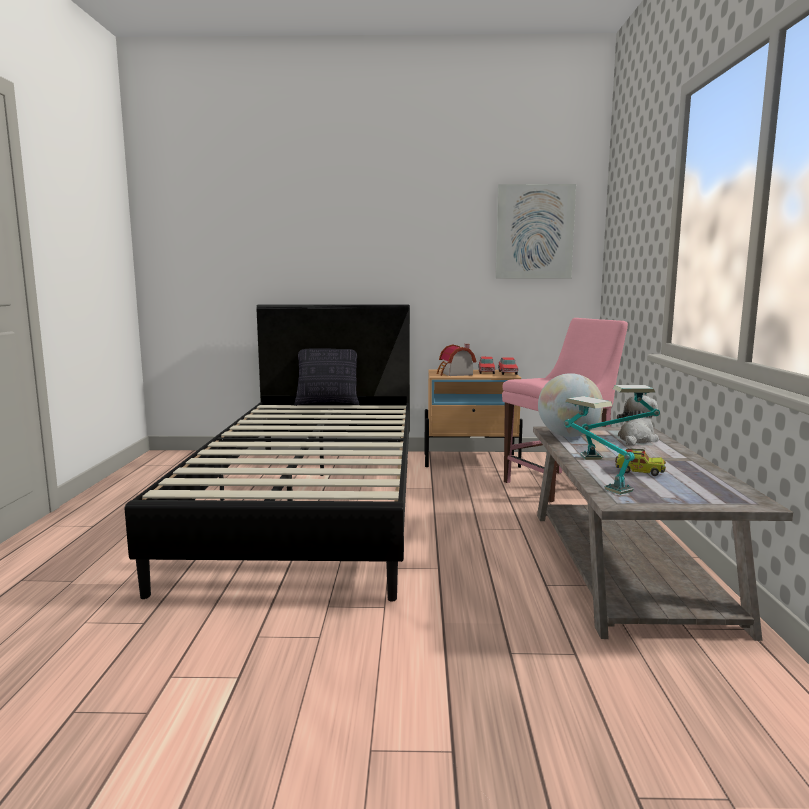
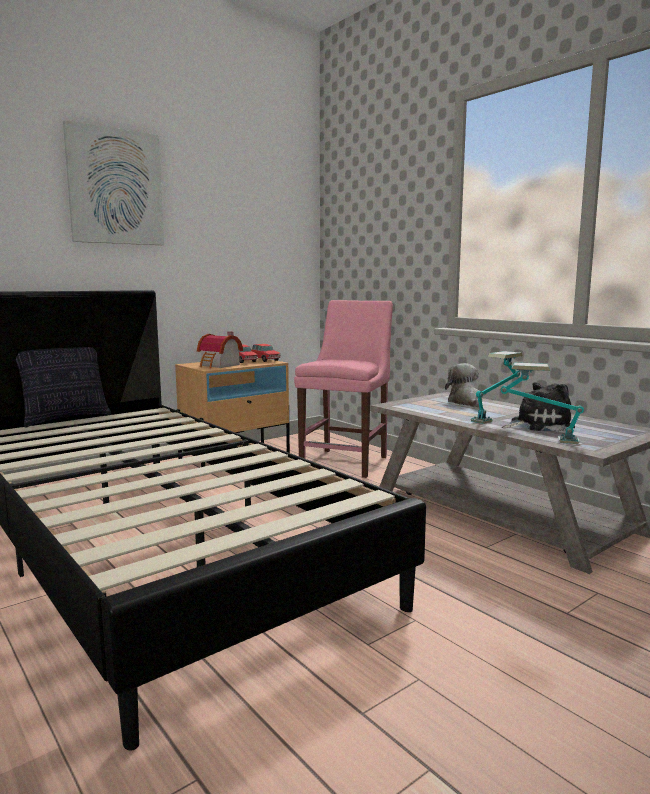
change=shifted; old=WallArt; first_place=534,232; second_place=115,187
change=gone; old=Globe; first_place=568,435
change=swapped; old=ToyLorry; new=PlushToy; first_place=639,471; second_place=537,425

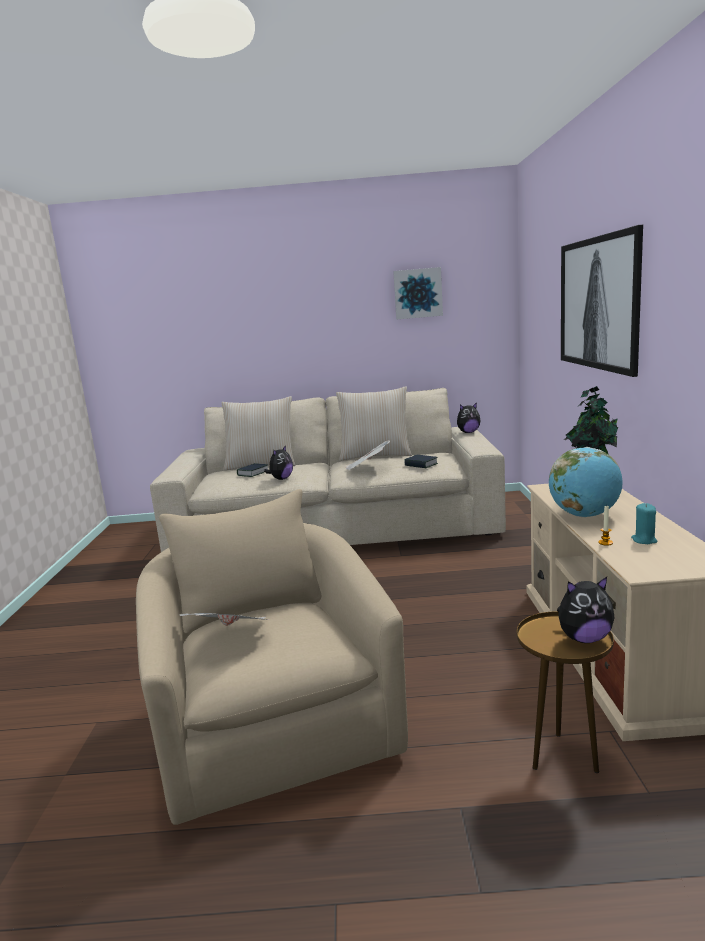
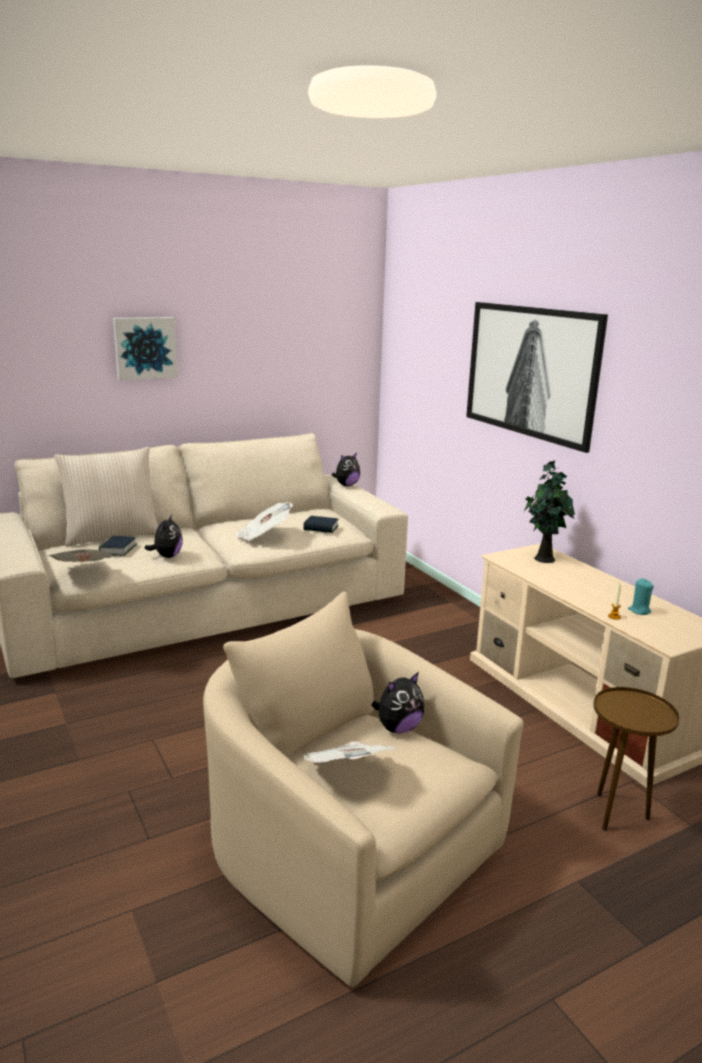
change=gone; old=BeigePillow; first_place=375,455
change=shifted; old=WallArt; first_place=417,293; second_place=145,348
change=gone; old=Globe; first_place=584,515
change=shifted; old=PlushToy; first_place=584,638; second_place=398,728
change=new; new=DailyPaper; second_place=84,572

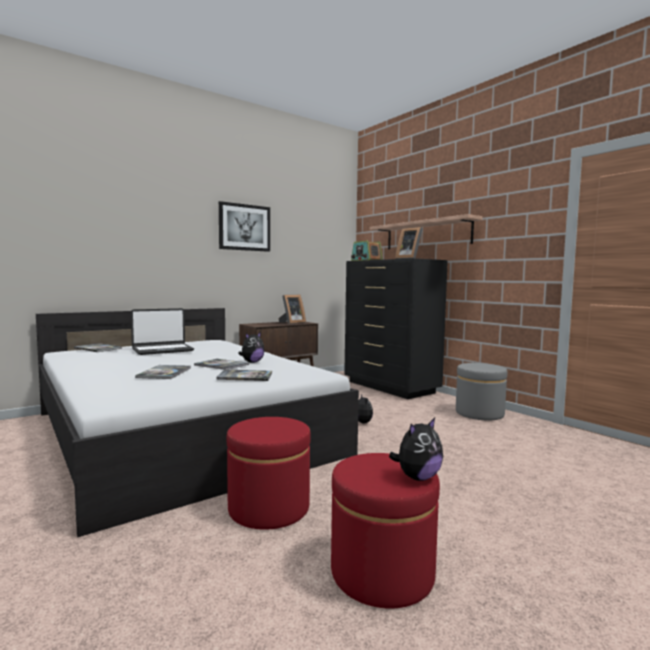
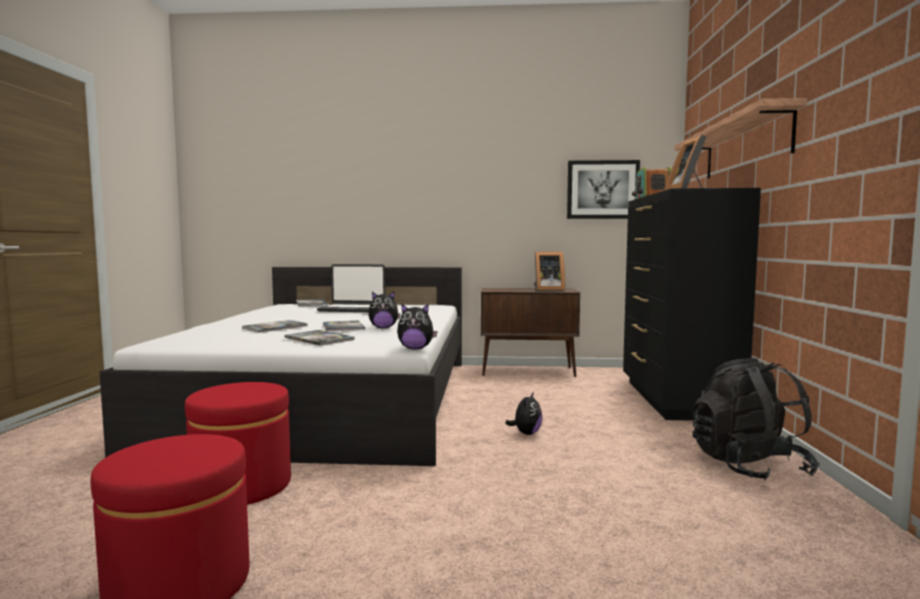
change=shifted; old=WallArt; first_place=244,227; second_place=602,190
change=shifted; old=PlushToy; first_place=417,477; second_place=415,349
change=swapped; old=GreyishFootrest; new=BlackKnapsack; first_place=479,413; second_place=748,466

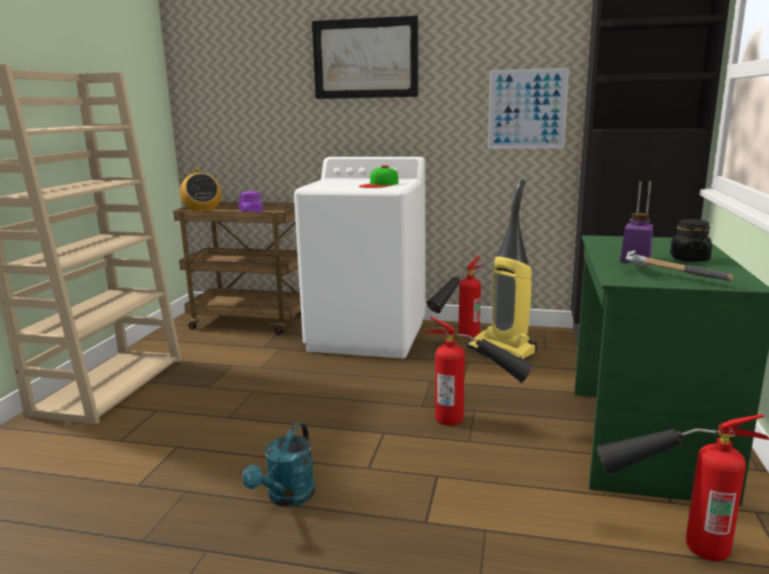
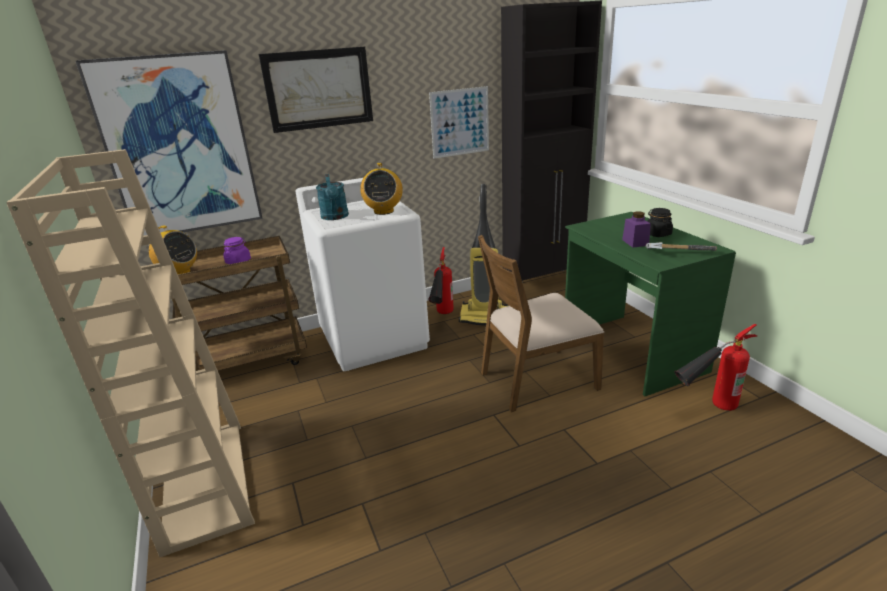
change=shifted; old=TurquoiseColouredSprinklingCan; first_place=287,497; second_place=335,217
change=swapped; old=BaseballCap; new=RadioReceiver; first_place=379,185; second_place=383,211
change=swapped; old=FireExtinguisher; new=BrownPlainChair; first_place=476,422; second_place=536,379
change=new; new=WallArt; second_place=179,146

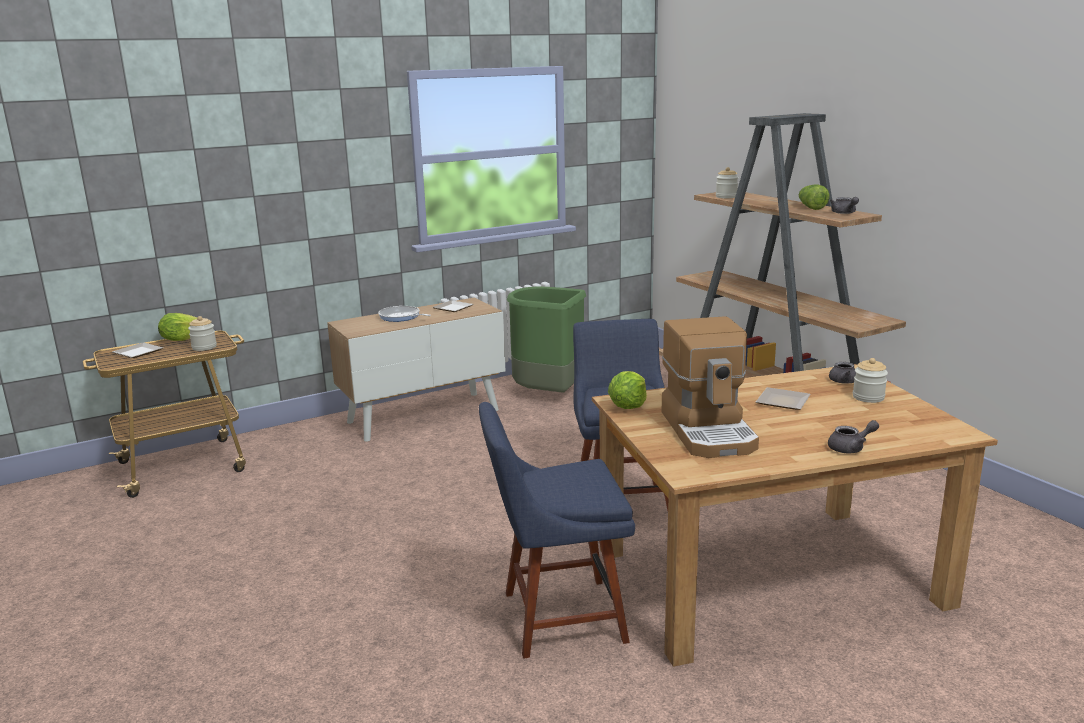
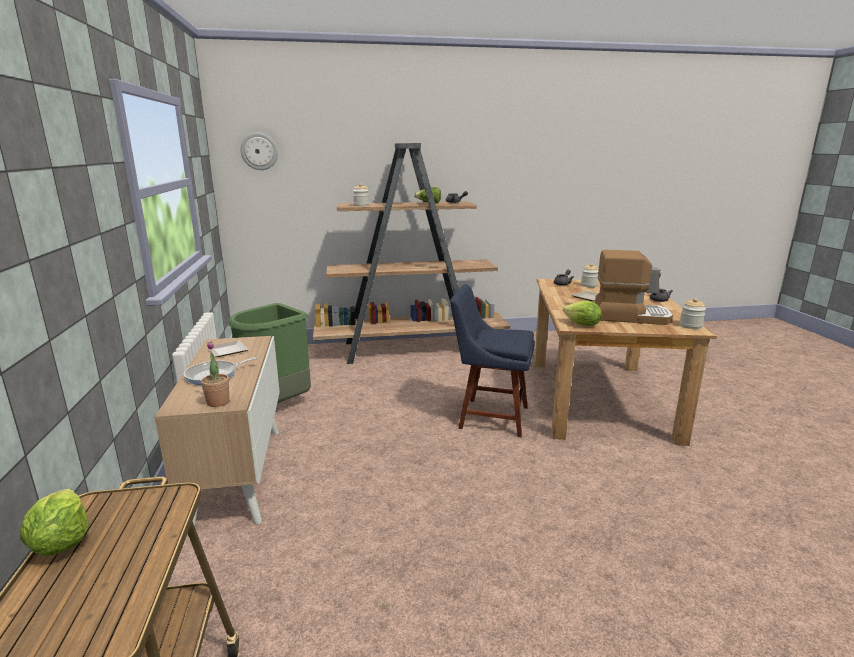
change=gone; old=DinnerPlate; first_place=137,353
change=shifted; old=Jar; first_place=204,347; second_place=690,326
change=gone; old=BluePlainChair; first_place=556,618
change=new; new=PottedPlant; second_place=218,402
change=new; new=WallClock; second_place=259,151

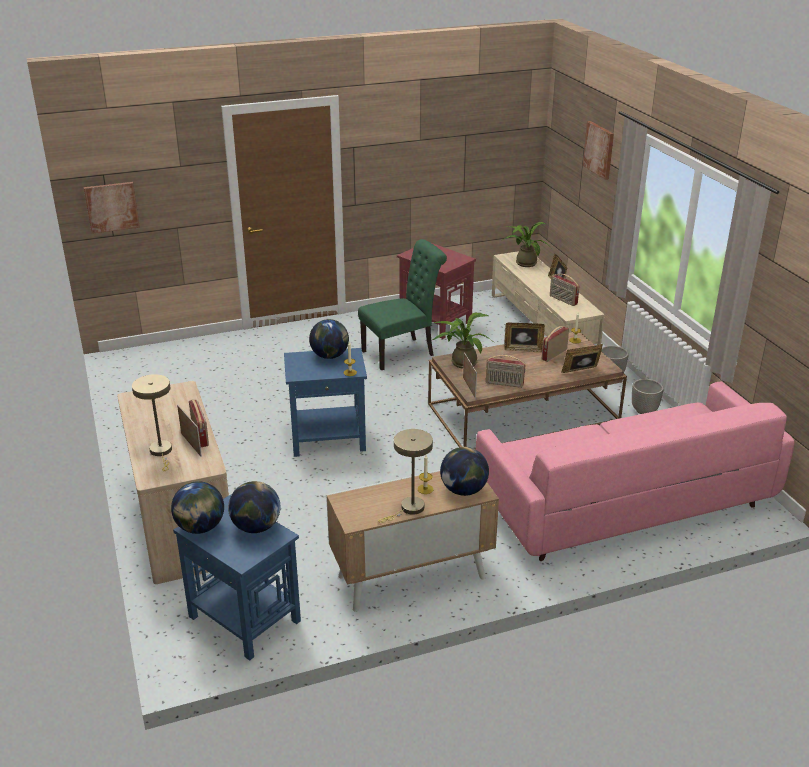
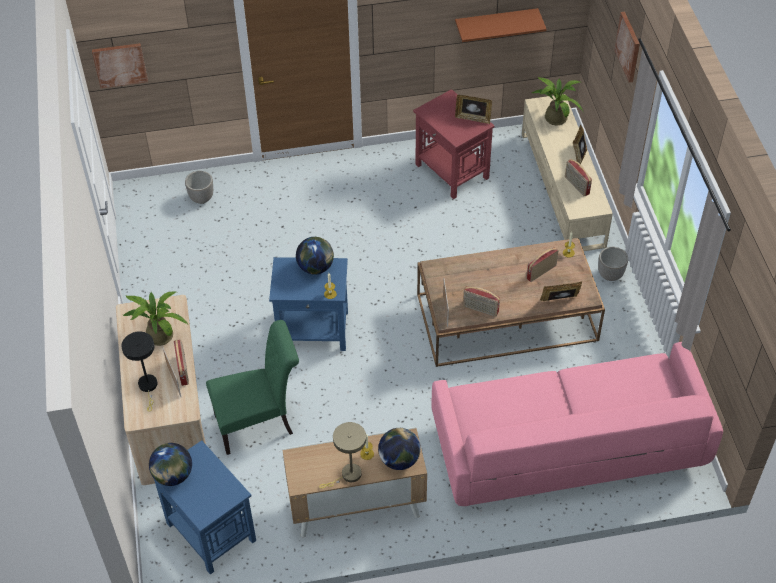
change=repainted; old=BeigeLampForATable; new=BlackLampForATable; first_place=162,452; second_place=148,387
change=gone; old=Globe; first_place=256,527
change=shifted; old=GreenishPlainChair; first_place=402,352; second_place=259,423
change=shifted; old=PottedPlant; first_place=461,362; second_place=158,334
change=shifted; old=PhotoFrame; first_place=523,349; second_place=473,118
change=shifted; old=FlowerPot; first_place=644,411; second_place=201,199
change=new; new=BrownBracketShelf; second_place=496,24

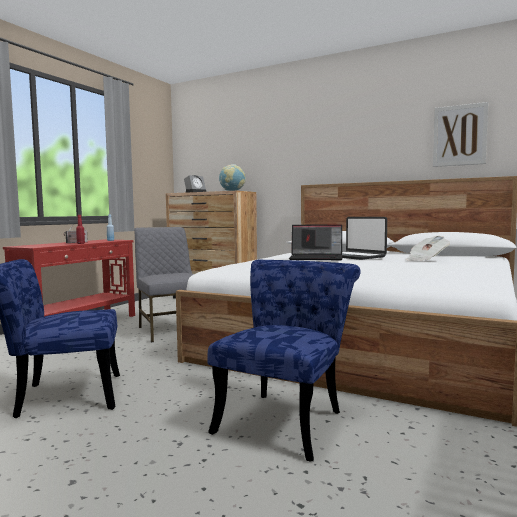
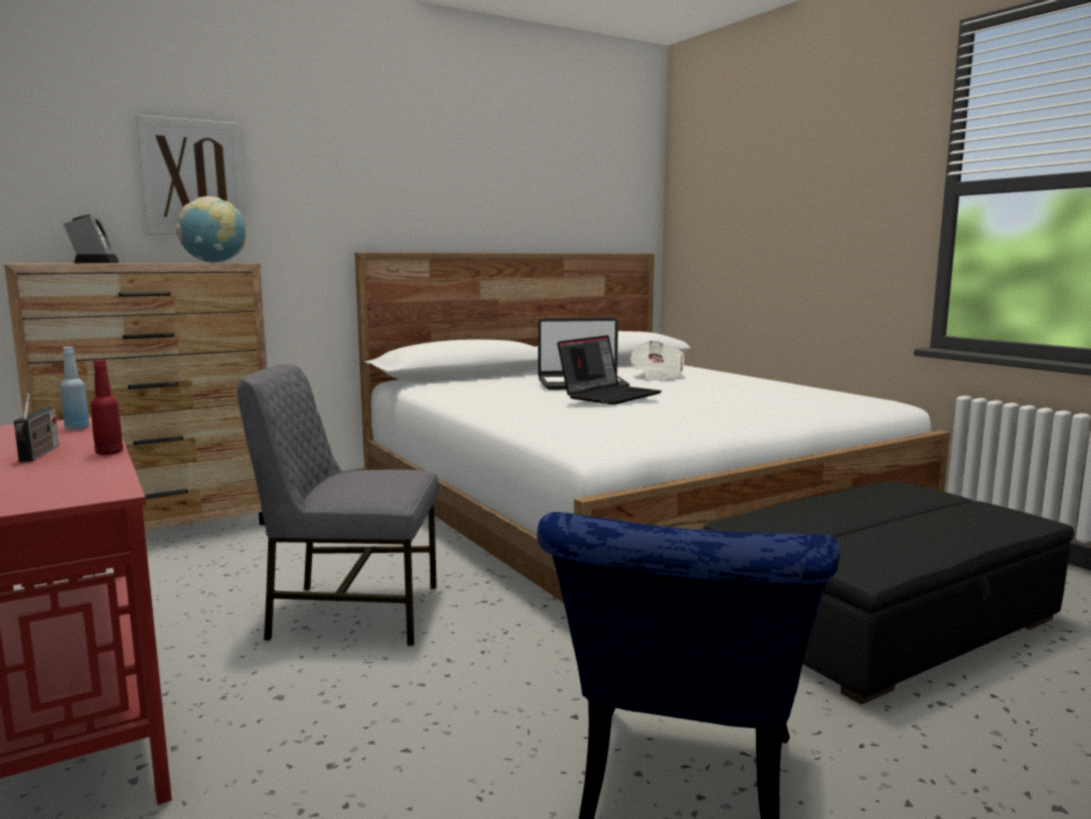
change=swapped; old=BluePlainChair; new=BlackFootrest; first_place=286,419; second_place=881,621
change=shifted; old=WallArt; first_place=459,135; second_place=193,178

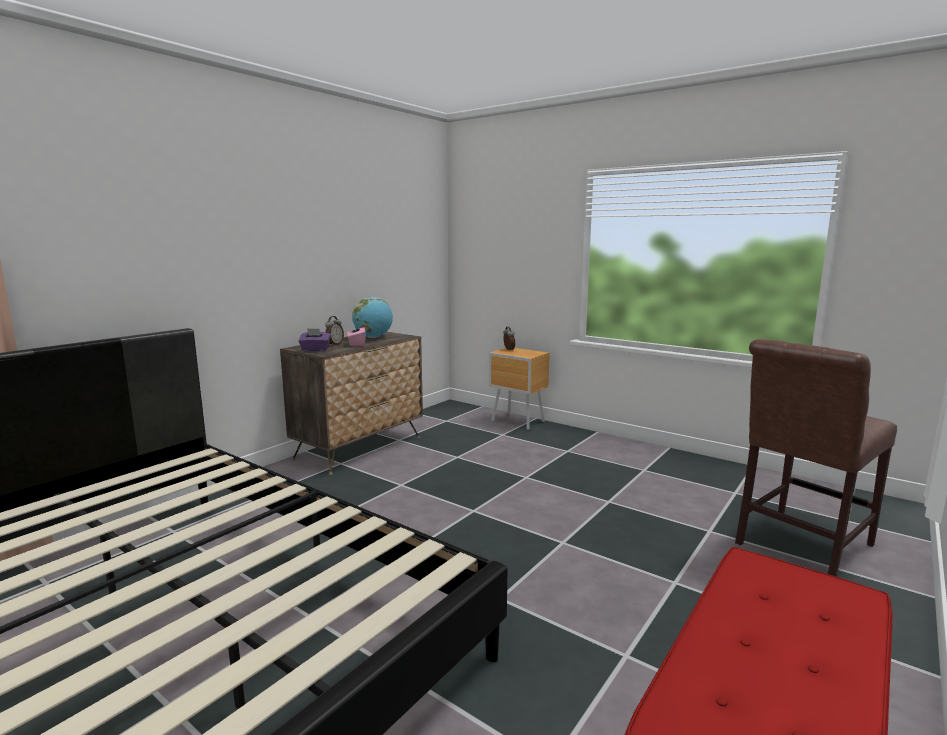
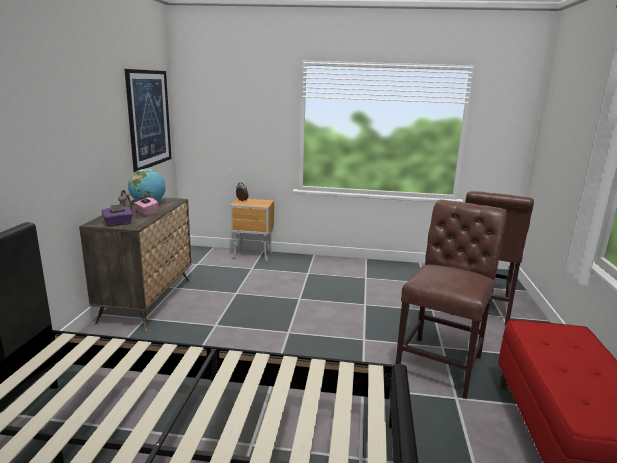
change=new; new=WallArt; second_place=149,118
change=new; new=BrownPlainChair; second_place=441,362

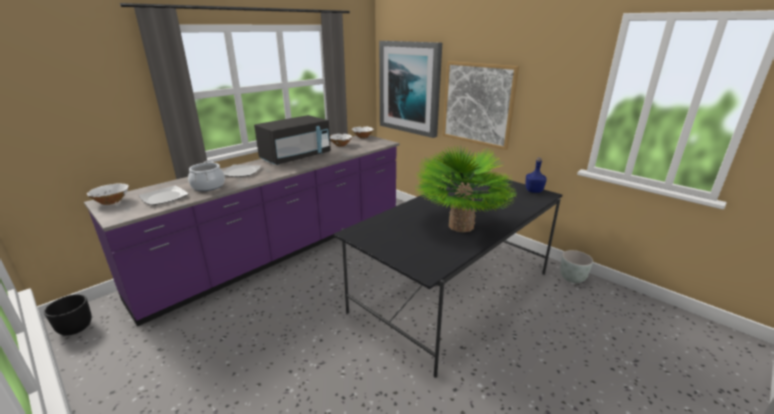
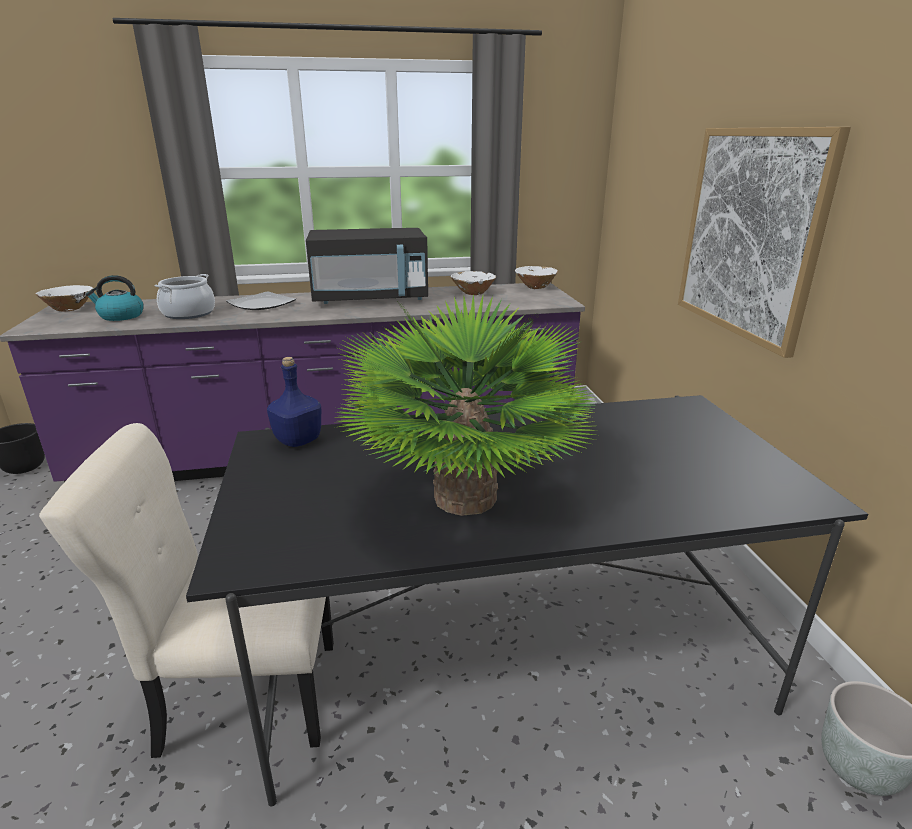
change=swapped; old=DinnerPlate; new=WaterKettle; first_place=165,197; second_place=120,316
change=gone; old=WallArt; first_place=410,88
change=shifted; old=BlueBottle; first_place=533,190; second_place=299,440
change=new; new=BeigePlainChair; second_place=242,696

